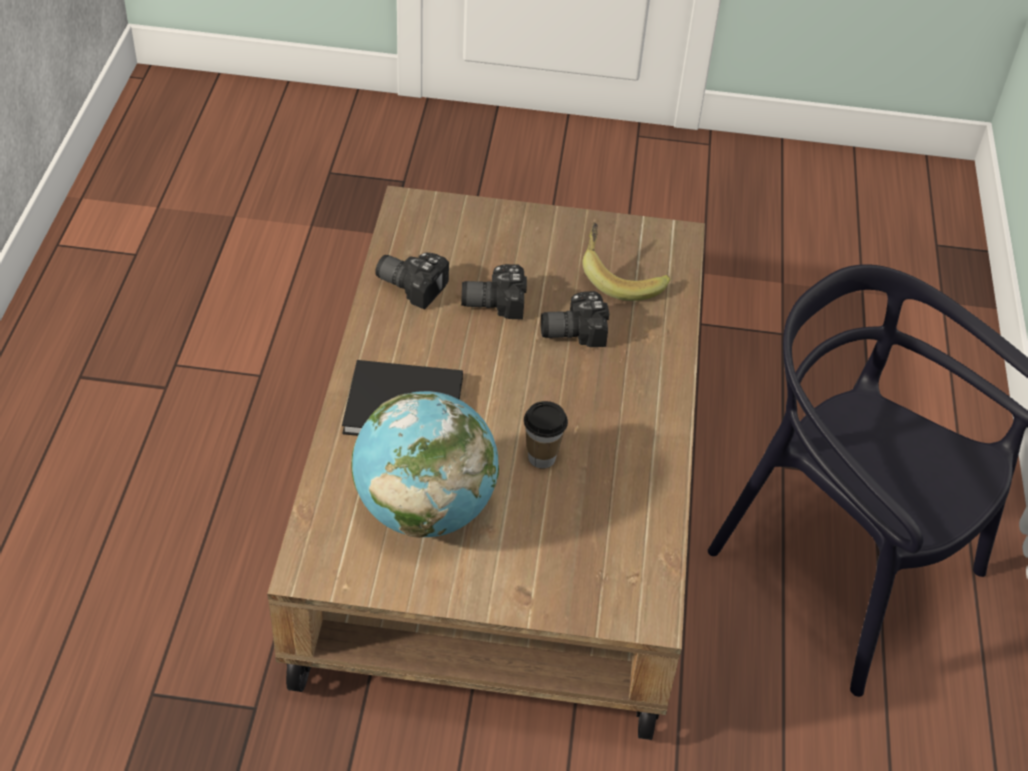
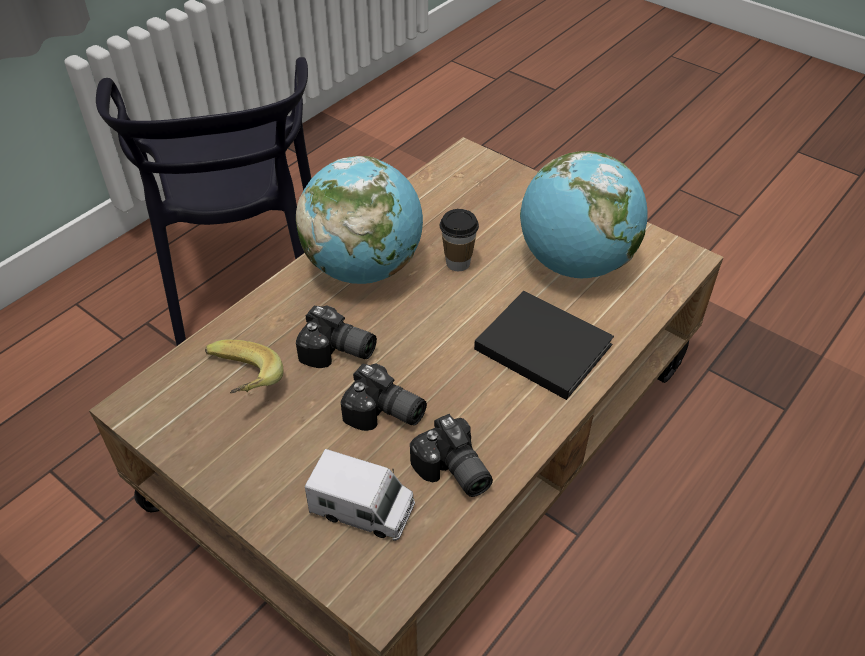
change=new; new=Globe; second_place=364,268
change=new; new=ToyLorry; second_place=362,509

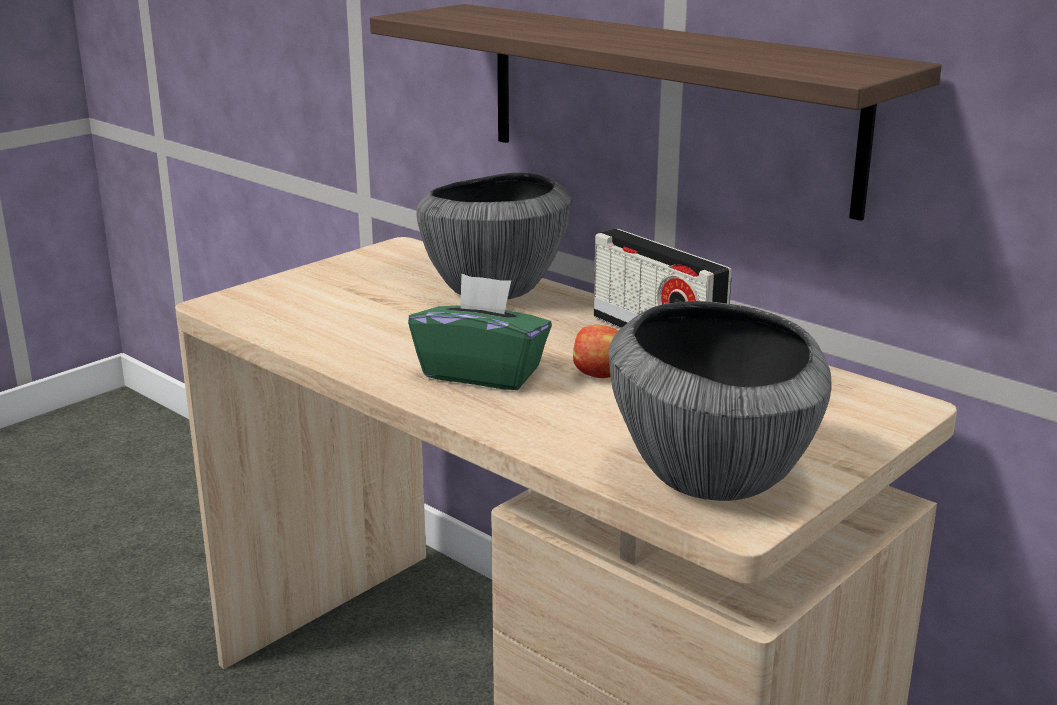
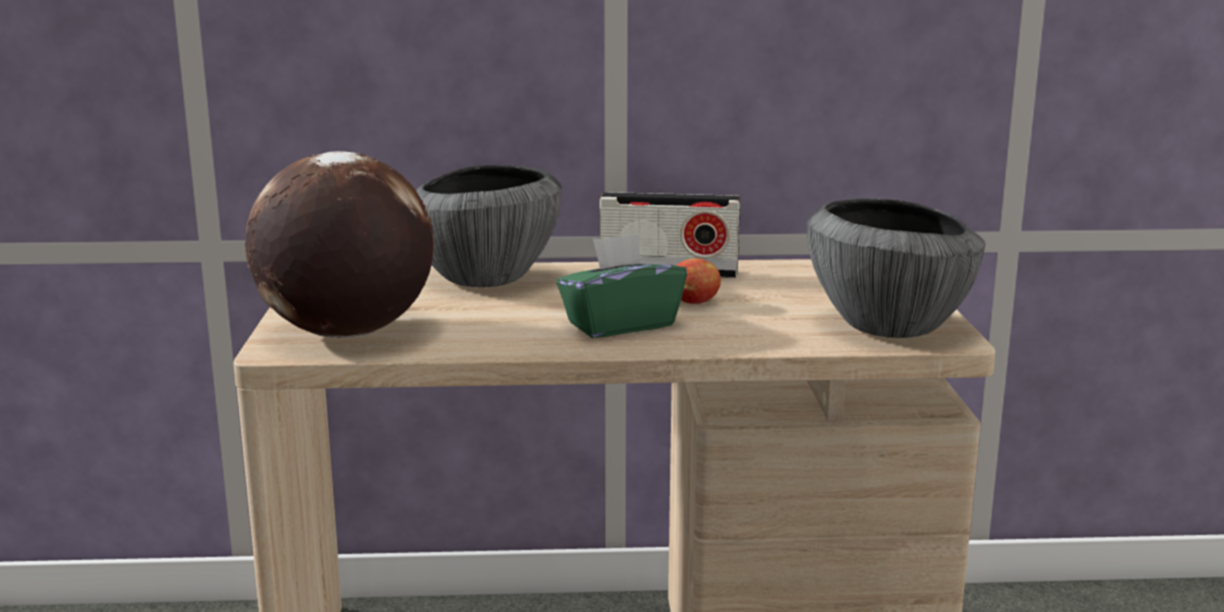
change=gone; old=BracketShelf; first_place=665,104
change=new; new=Globe; second_place=345,333

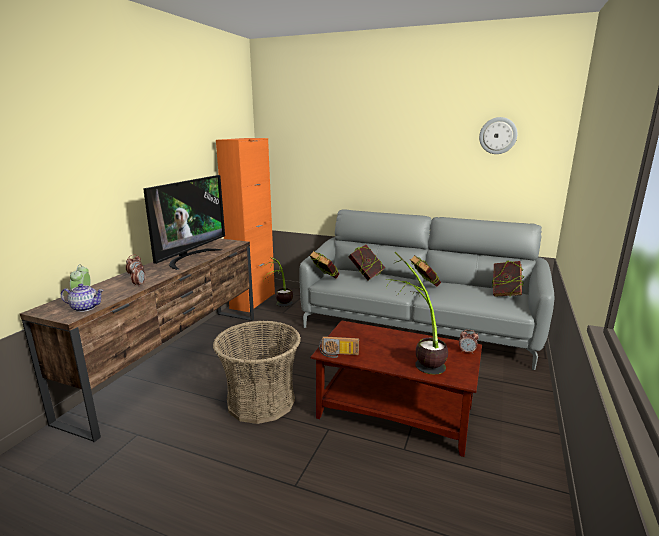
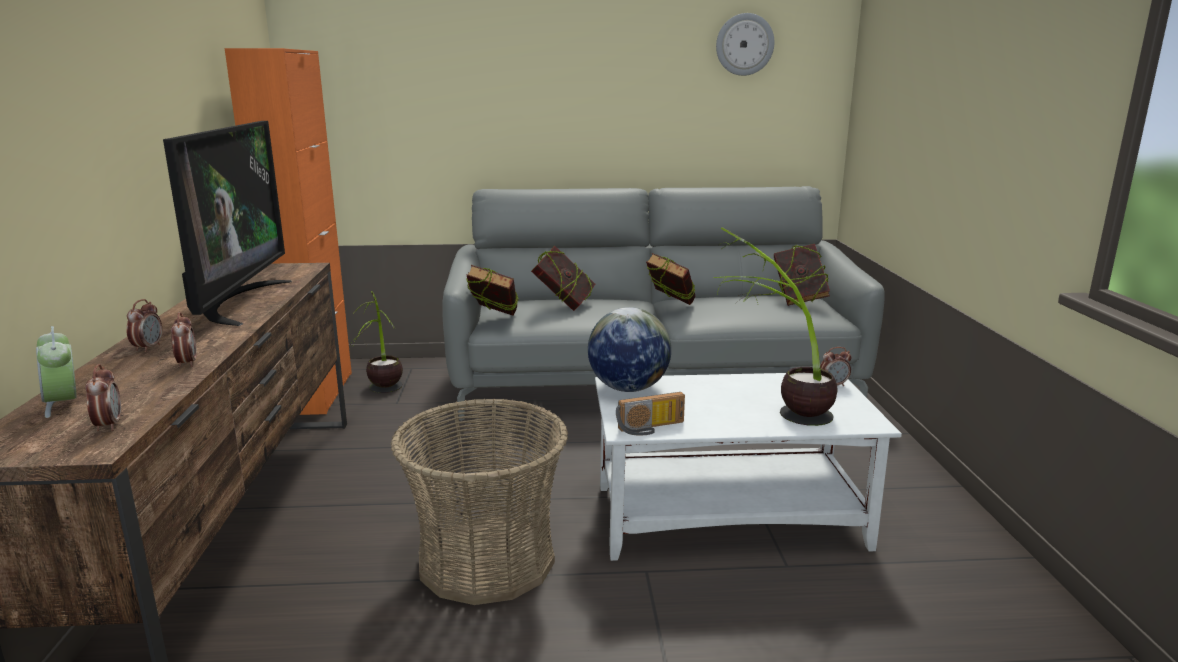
change=swapped; old=Teapot; new=BedsideClock; first_place=85,308; second_place=108,425
change=repainted; old=BrownCoffeeTable; new=WhitishCoffeeTable; first_place=396,412; second_place=730,516
change=new; new=Globe; second_place=628,388

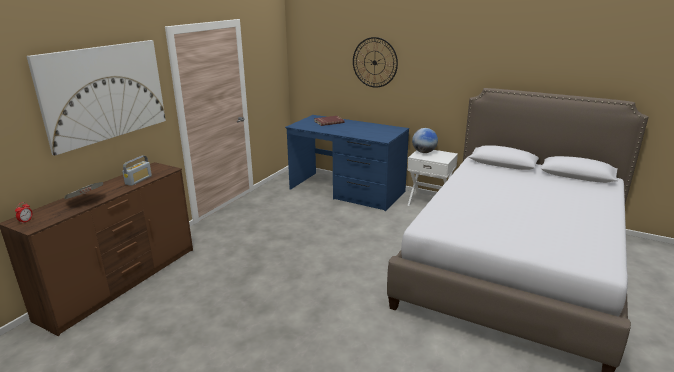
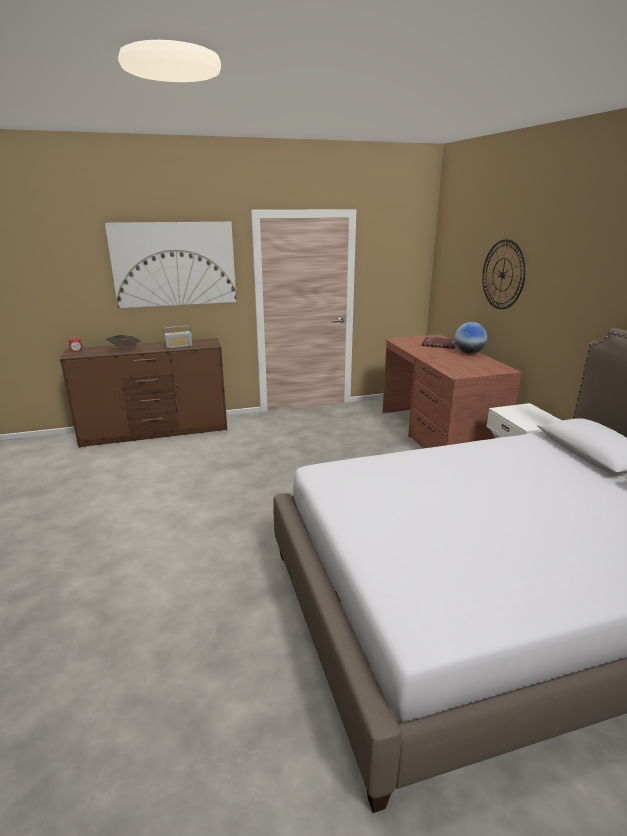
change=repainted; old=BlueDeskUnit; new=BrownDeskUnit; first_place=347,190; second_place=437,434
change=shifted; old=Globe; first_place=424,152; second_place=468,353

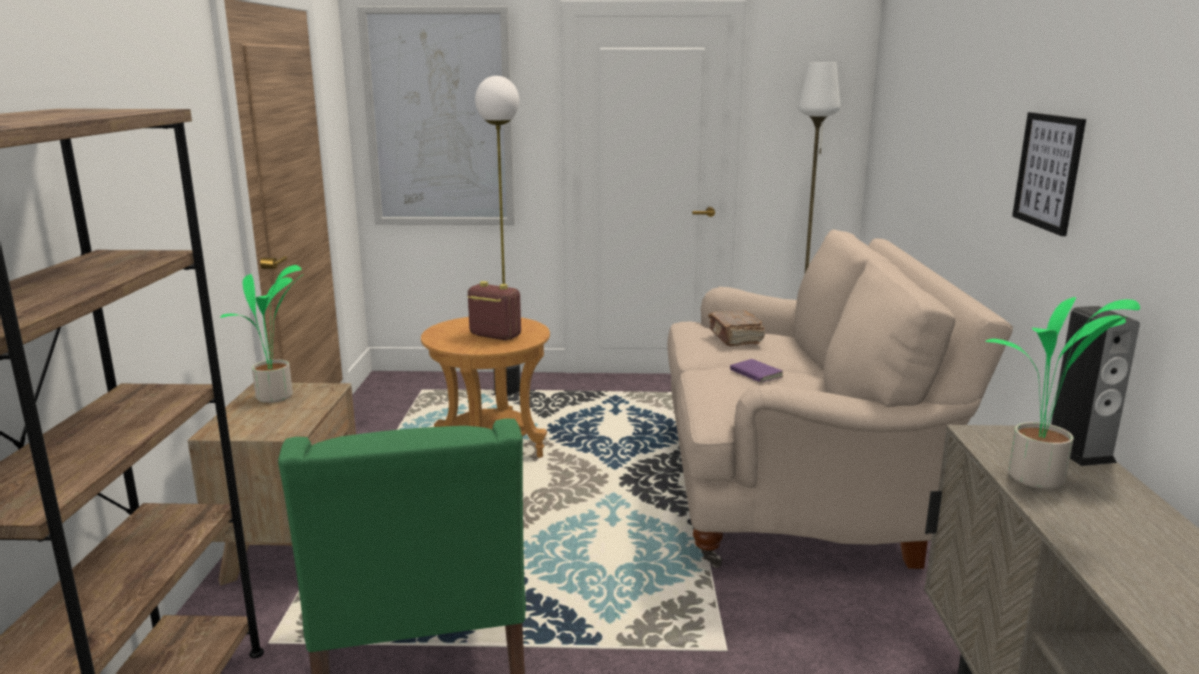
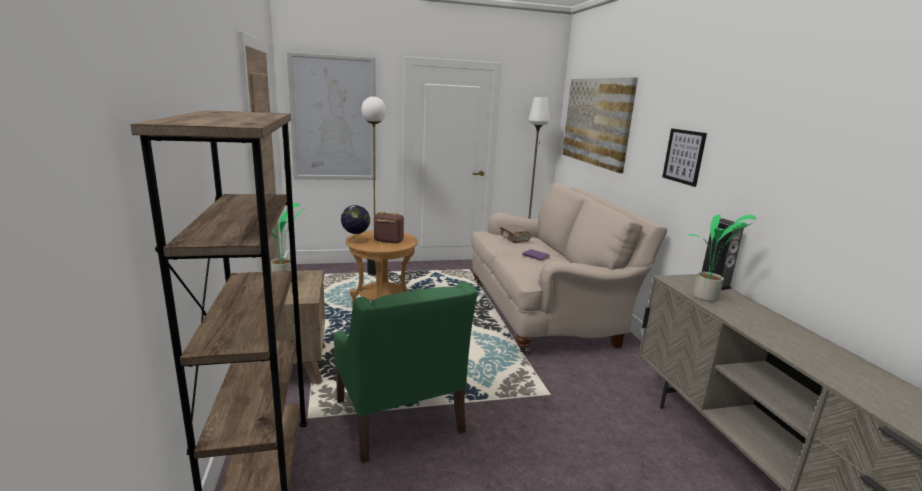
change=new; new=Globe; second_place=355,240
change=new; new=WallArt; second_place=596,121

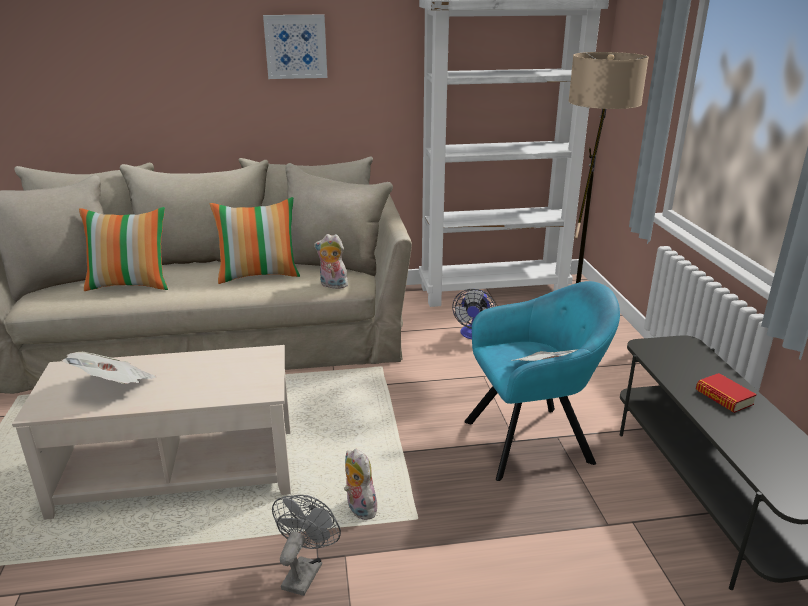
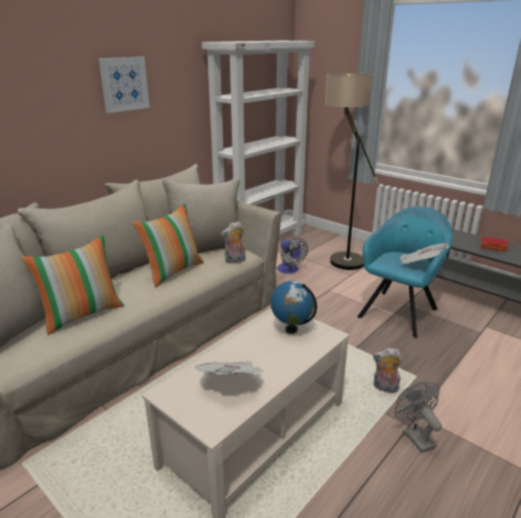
change=new; new=Globe; second_place=291,329

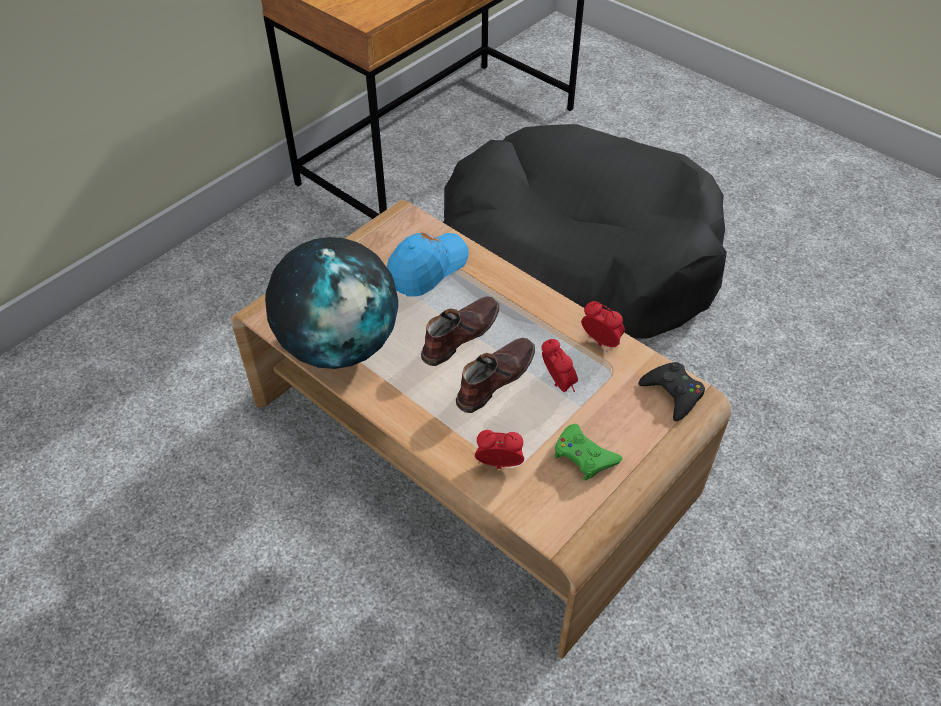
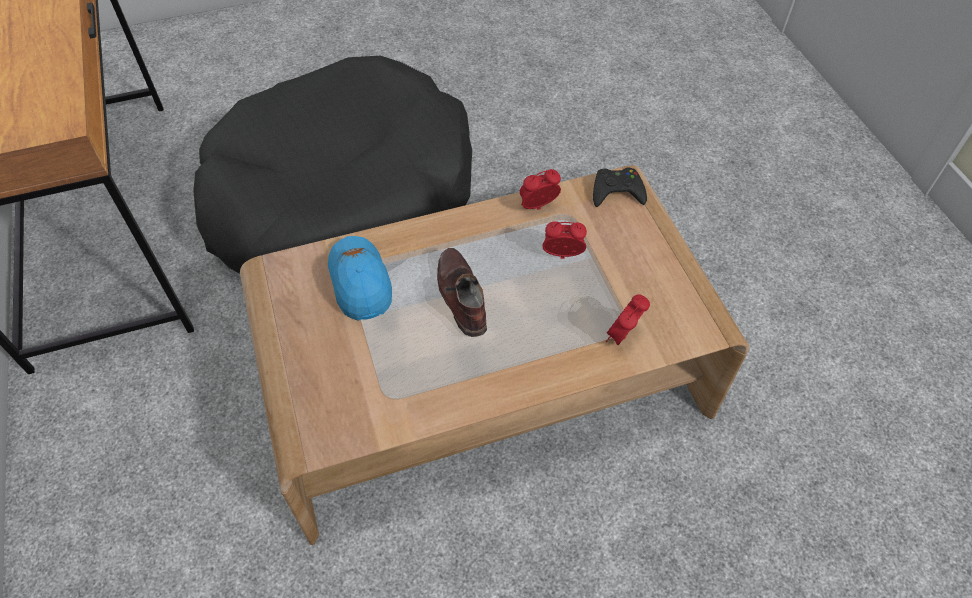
change=gone; old=Globe; first_place=339,345
change=gone; old=BrownLowShoe; first_place=494,379
change=gone; old=GreenishJoypad; first_place=584,456

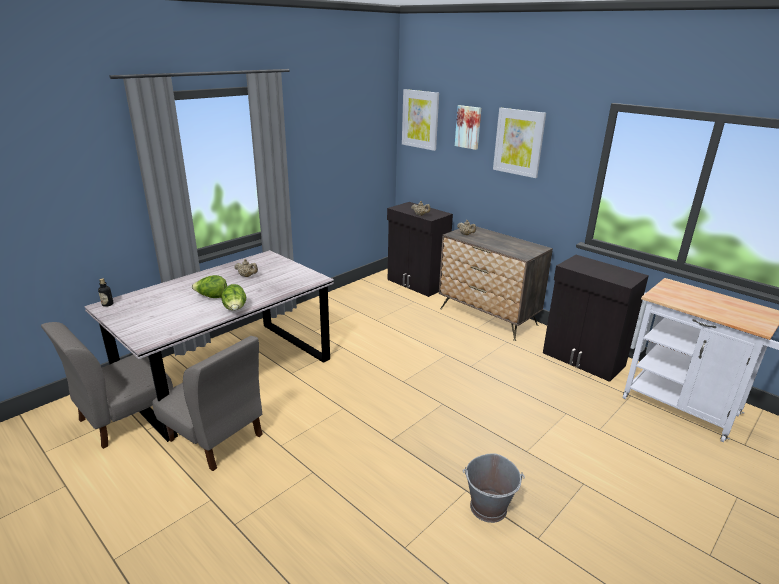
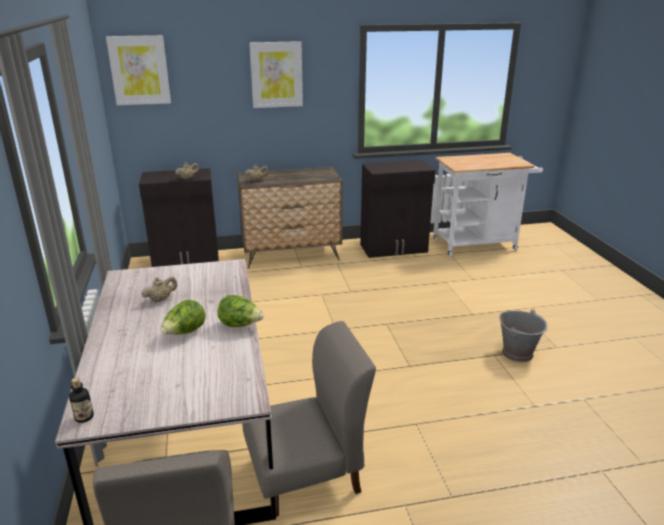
change=gone; old=WallArt; first_place=468,127

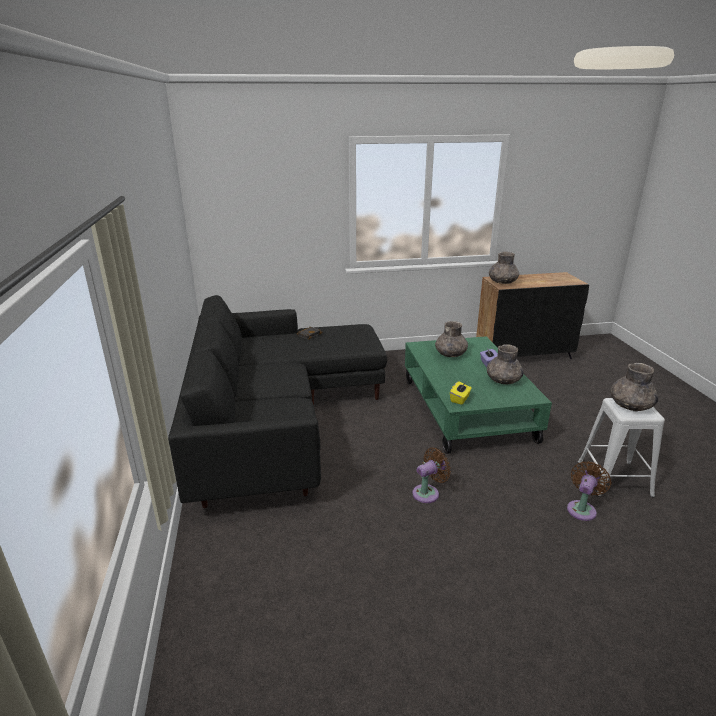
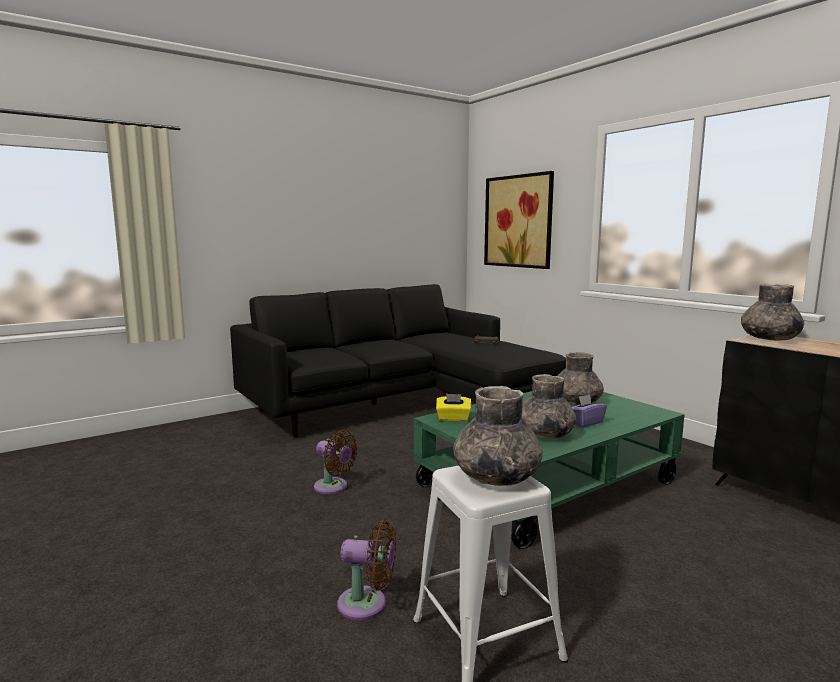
change=new; new=WallArt; second_place=518,221

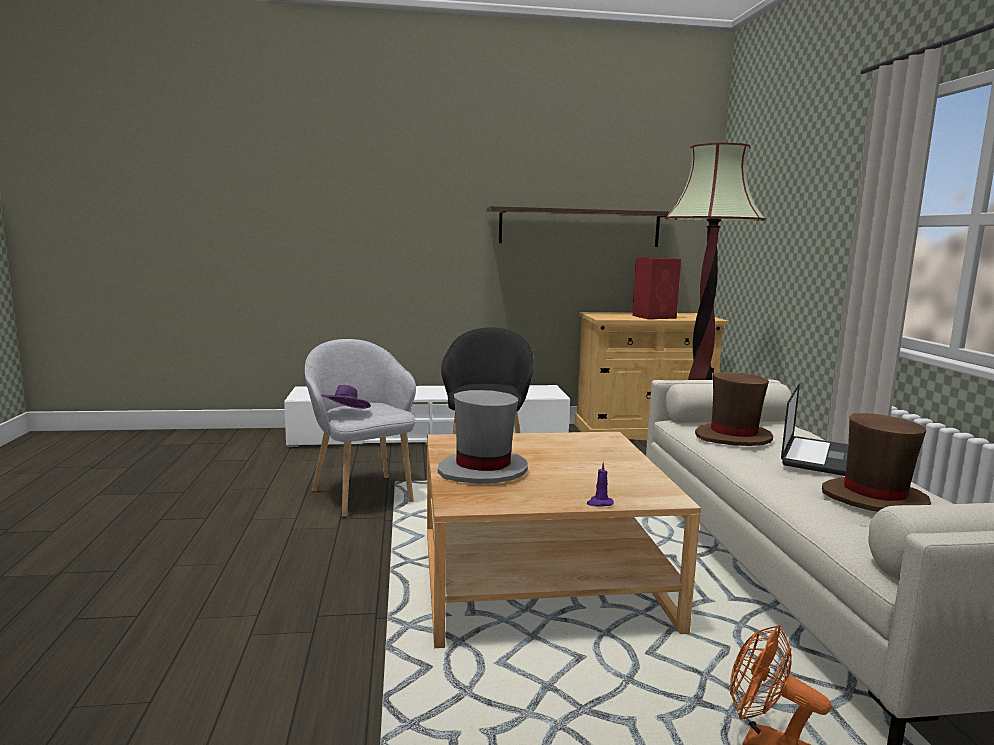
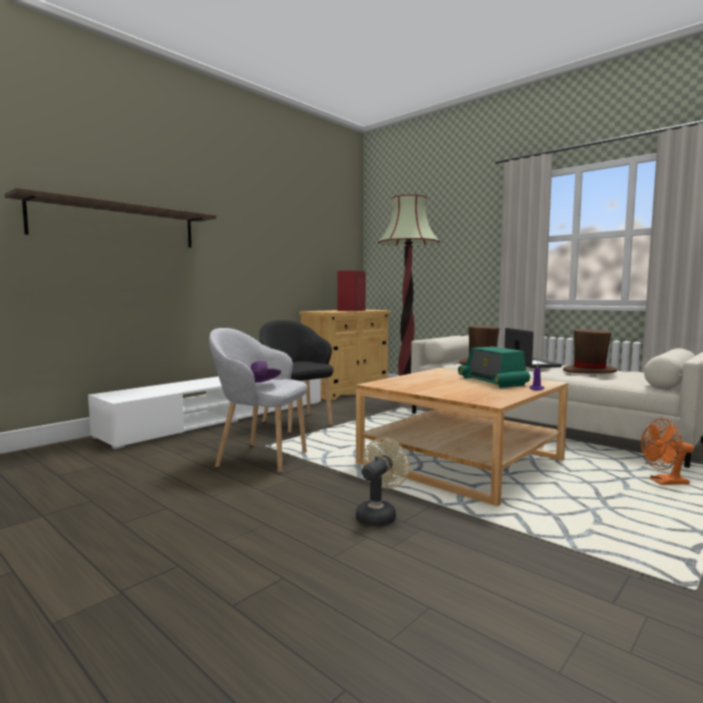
change=gone; old=GreyishHat; first_place=483,470
change=shifted; old=BracketShelf; first_place=580,227; second_place=116,224
change=new; new=BeigeFan; second_place=379,515
change=new; new=RadioReceiver; second_place=492,381

